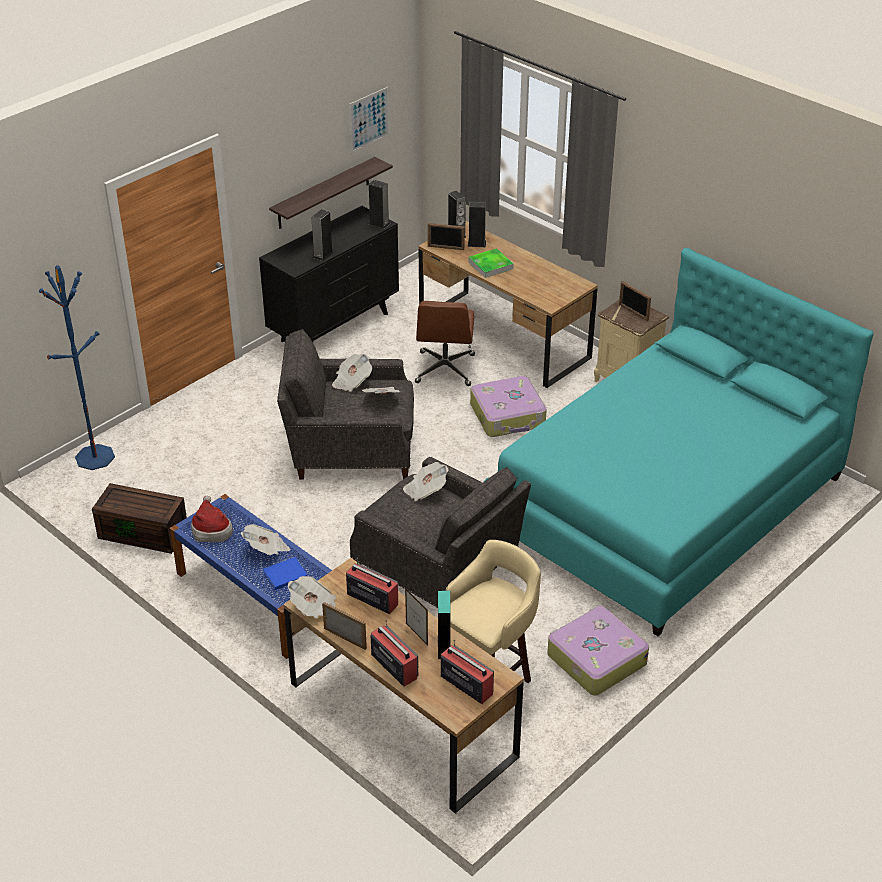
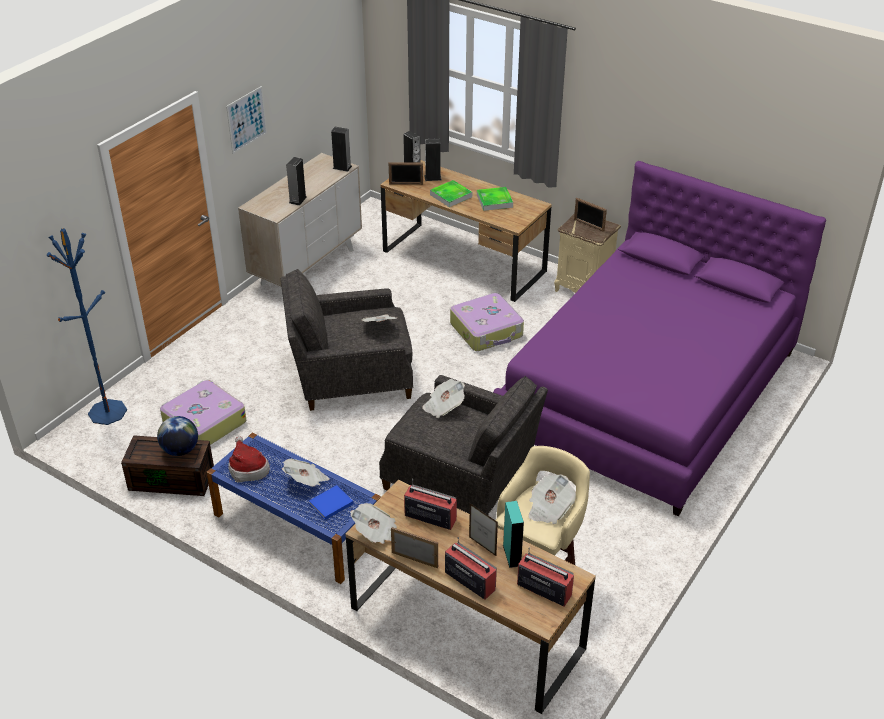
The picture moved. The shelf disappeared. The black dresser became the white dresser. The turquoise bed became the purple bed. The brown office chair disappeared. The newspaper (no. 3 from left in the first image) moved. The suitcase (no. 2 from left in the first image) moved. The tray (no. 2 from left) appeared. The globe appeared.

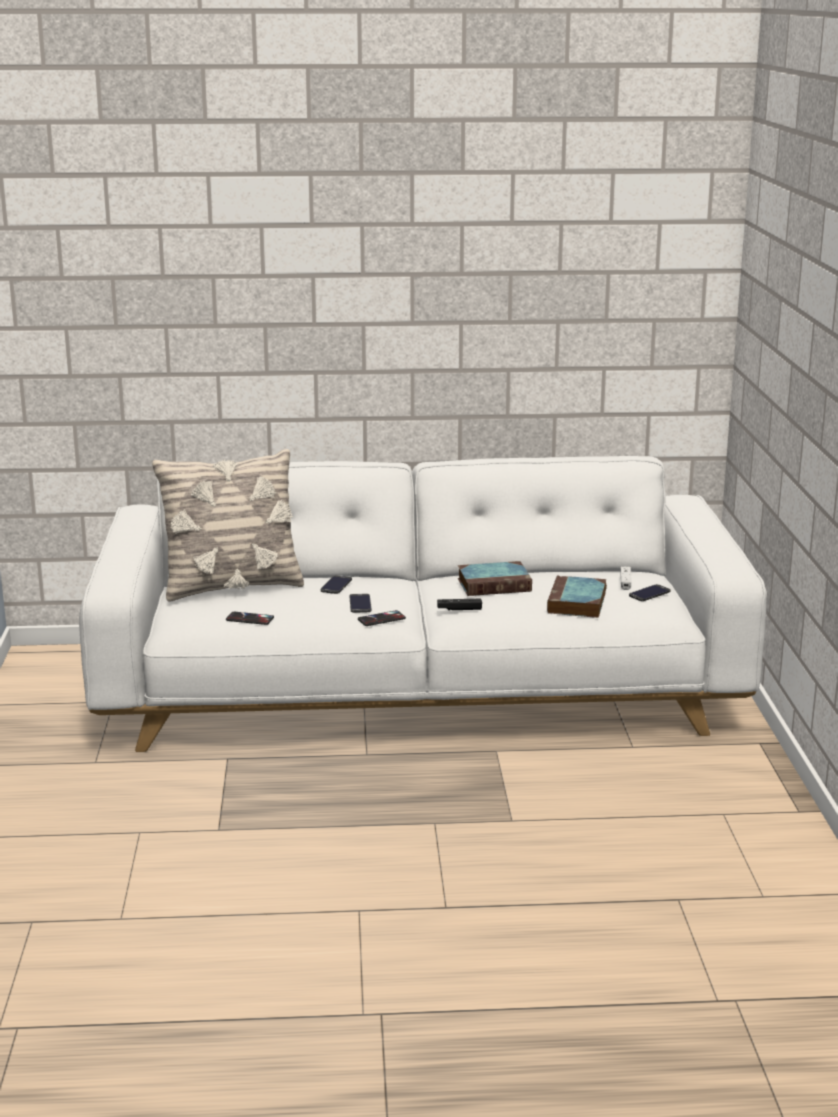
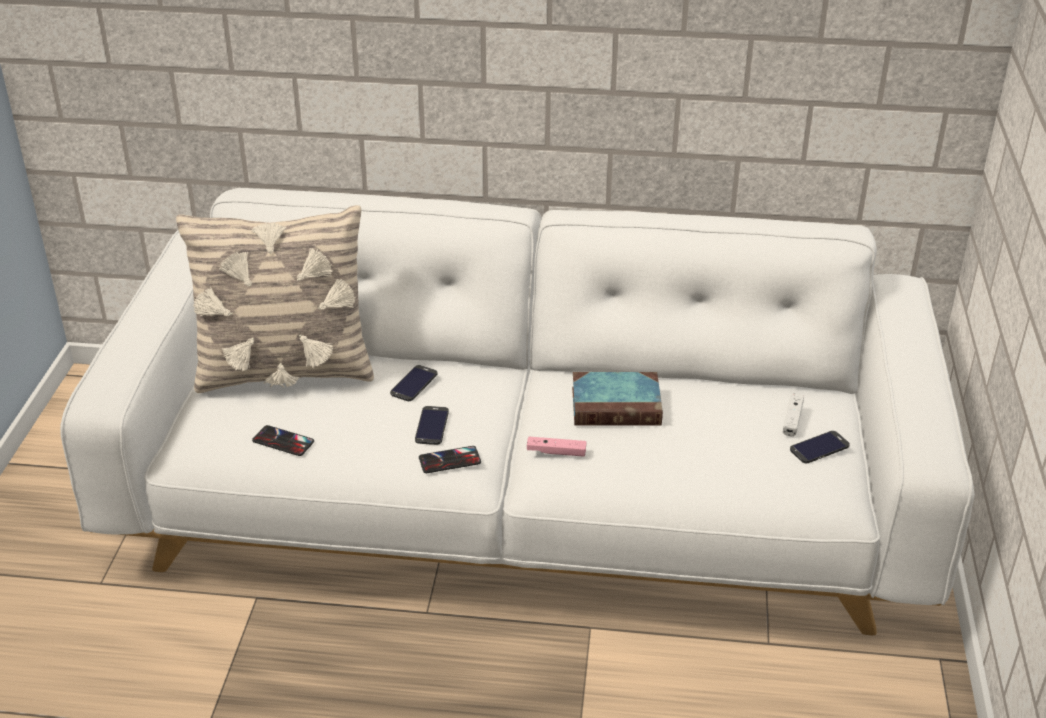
The book (no. 2 from left) disappeared. The black game controller became the pink game controller.

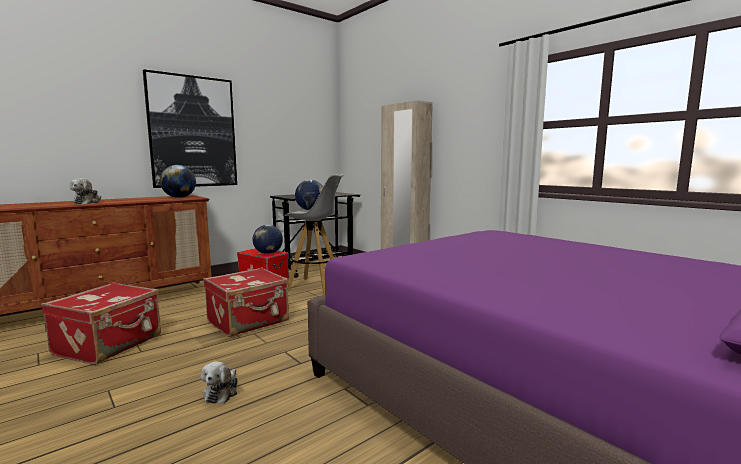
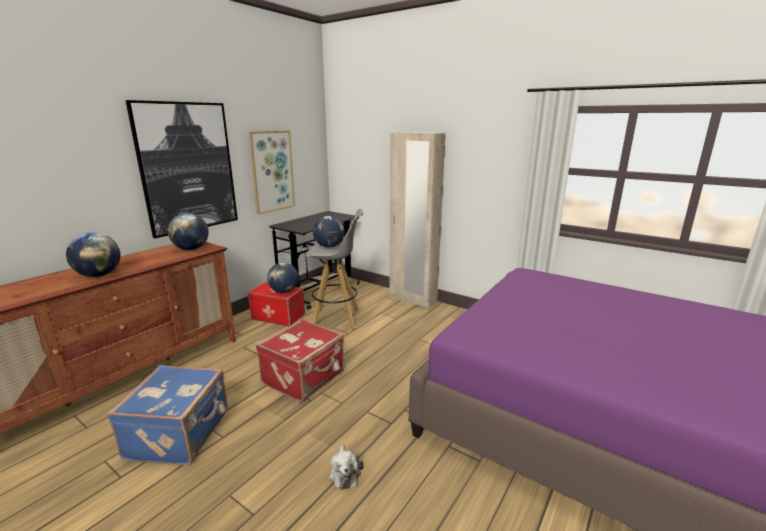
The plush toy (no. 1 from left) was replaced by the globe (no. 1 from left). The red suitcase (no. 1 from left) became the blue suitcase. The picture (no. 2 from left) appeared.

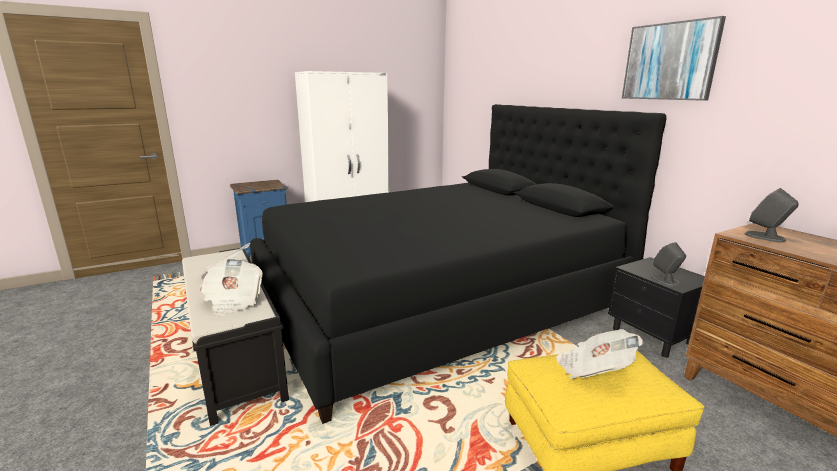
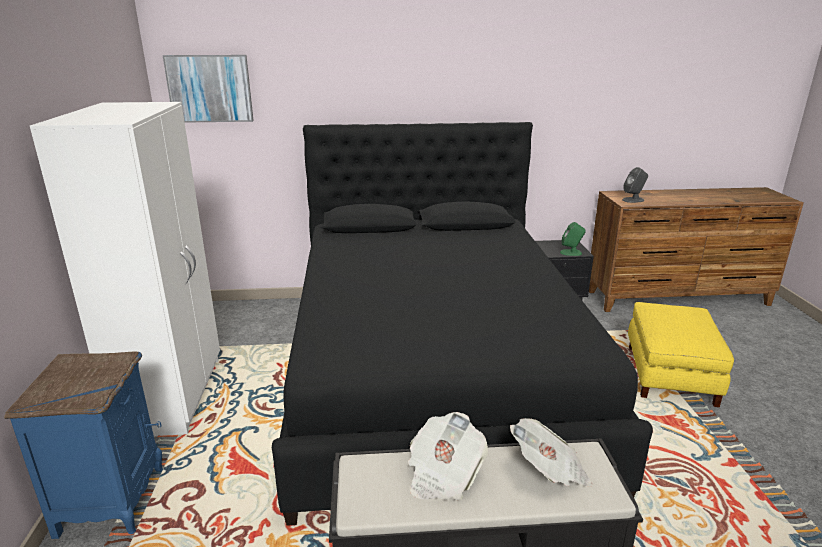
The picture moved. The grey speaker (no. 1 from left) became the green speaker. The newspaper (no. 3 from left) disappeared.

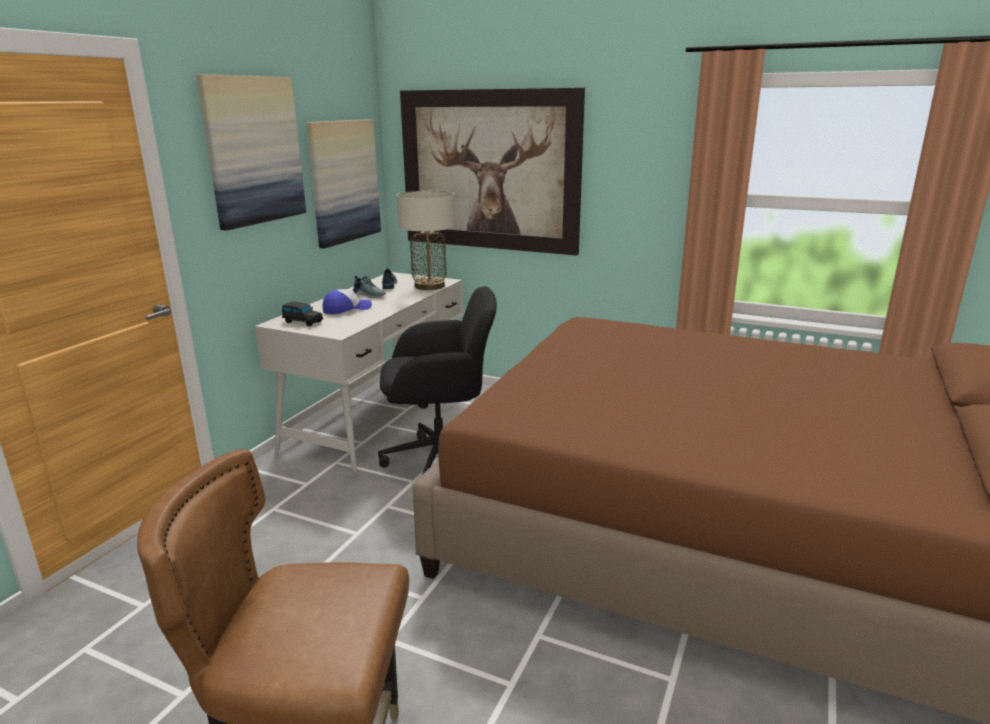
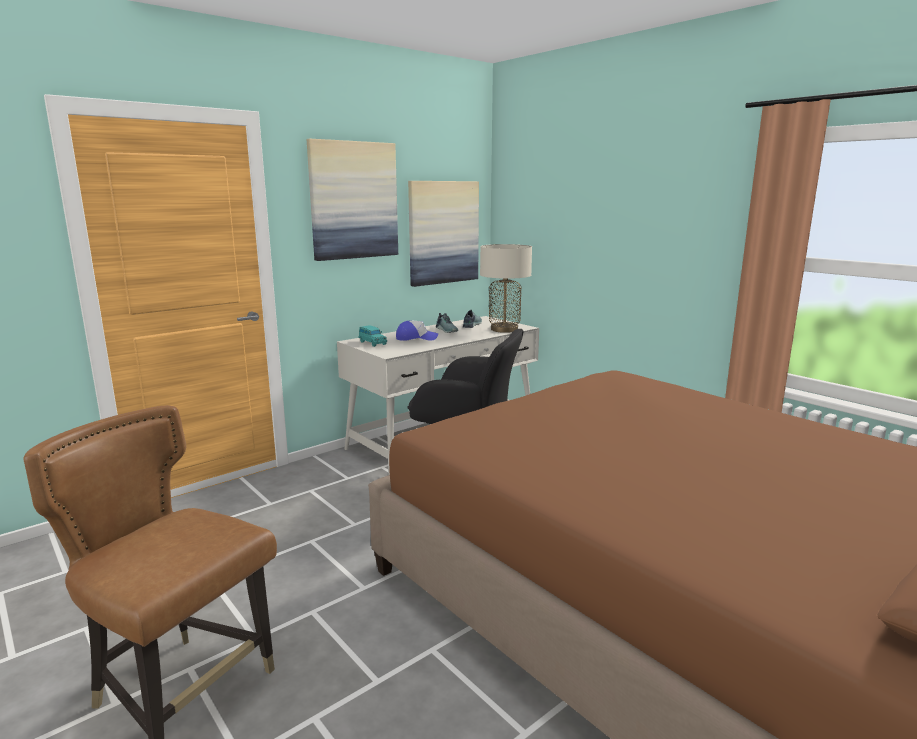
The picture (no. 3 from left) disappeared. The black toy car became the turquoise toy car.

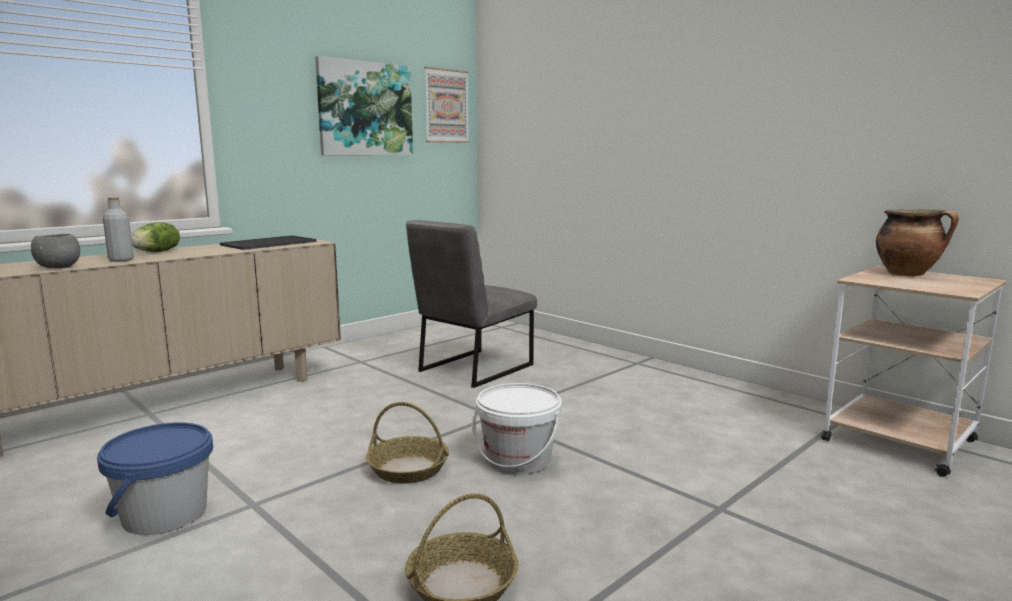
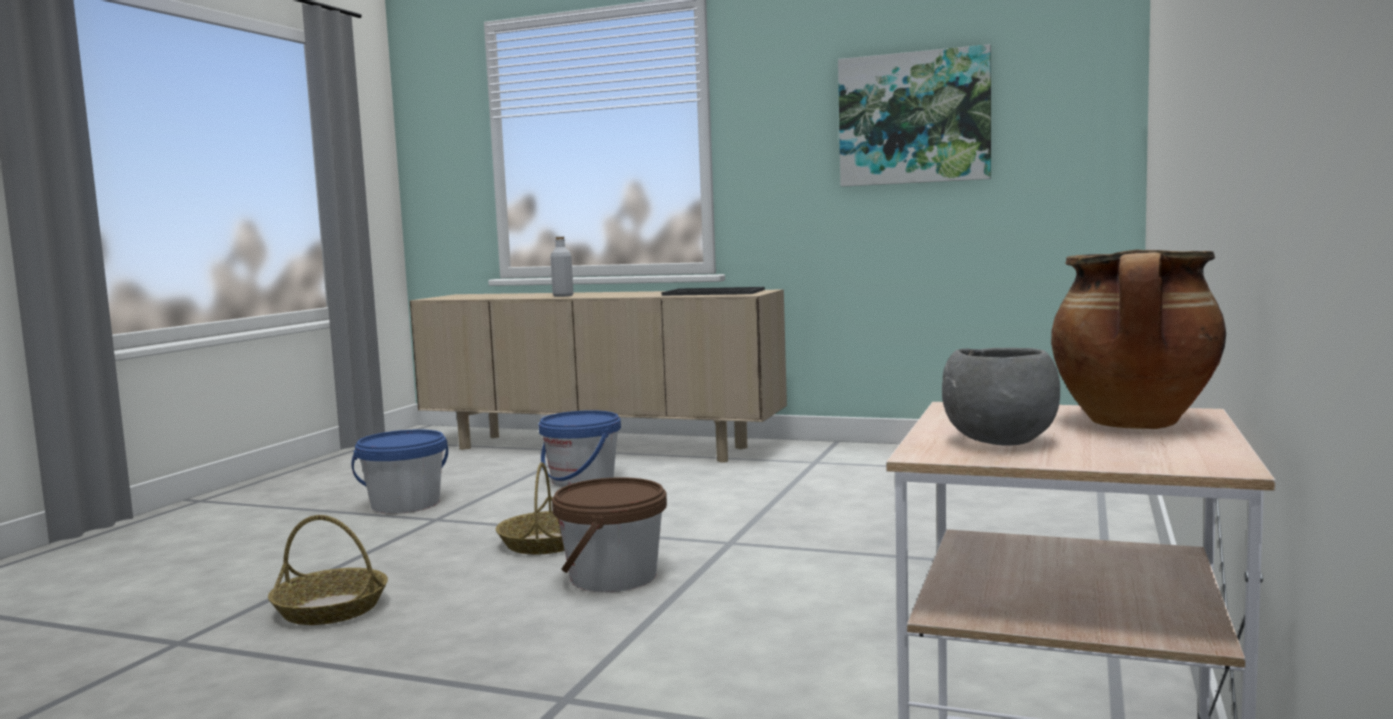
The picture (no. 2 from left) disappeared. The grey chair disappeared. The lettuce disappeared. The grey bowl moved. The white bucket became the brown bucket. The blue bucket (no. 2 from left) appeared.

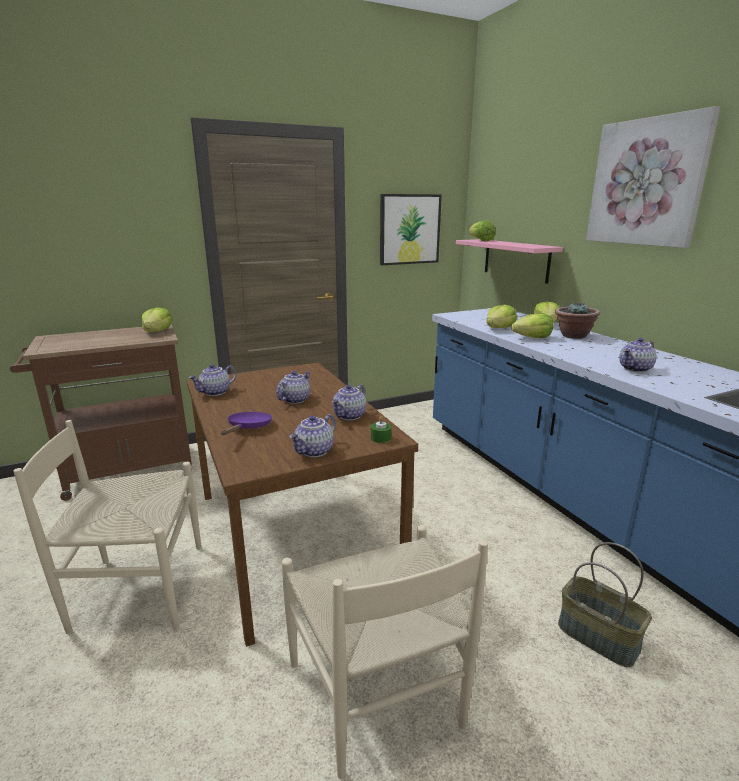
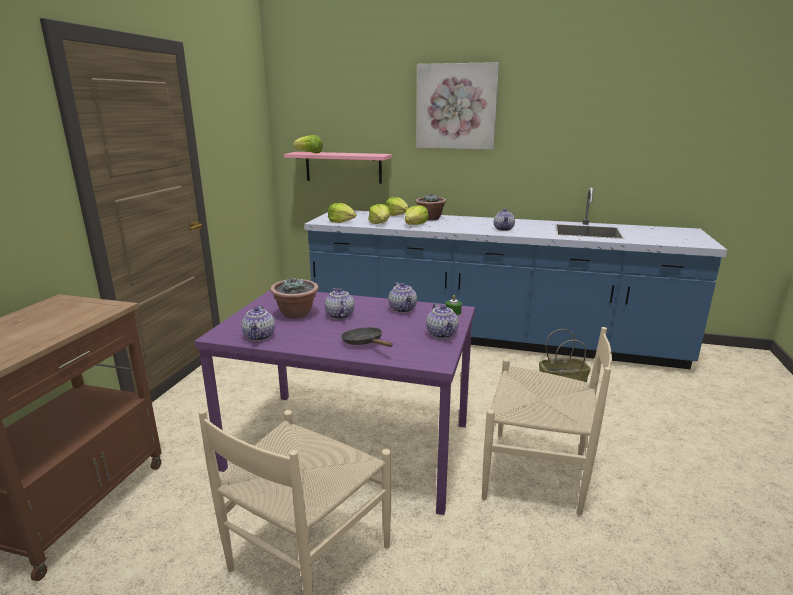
The picture (no. 1 from left) disappeared. The lettuce (no. 1 from left in the first image) moved. The brown dining table became the purple dining table. The purple frying pan became the black frying pan. The potted plant (no. 1 from left) appeared.

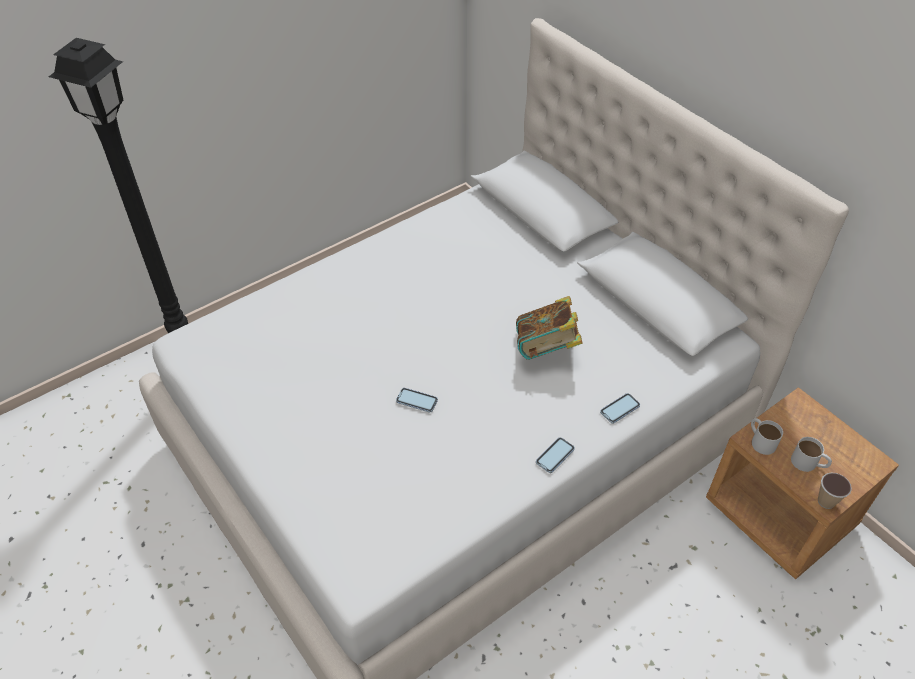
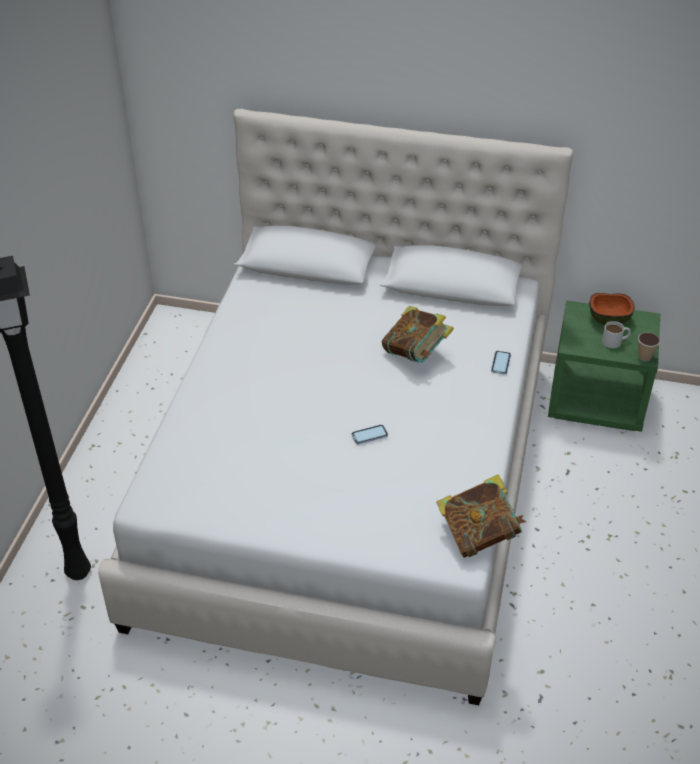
The brown nightstand became the green nightstand. The white mug (no. 1 from left) disappeared. The phone (no. 2 from left) disappeared. The bowl appeared. The book (no. 2 from left) appeared.

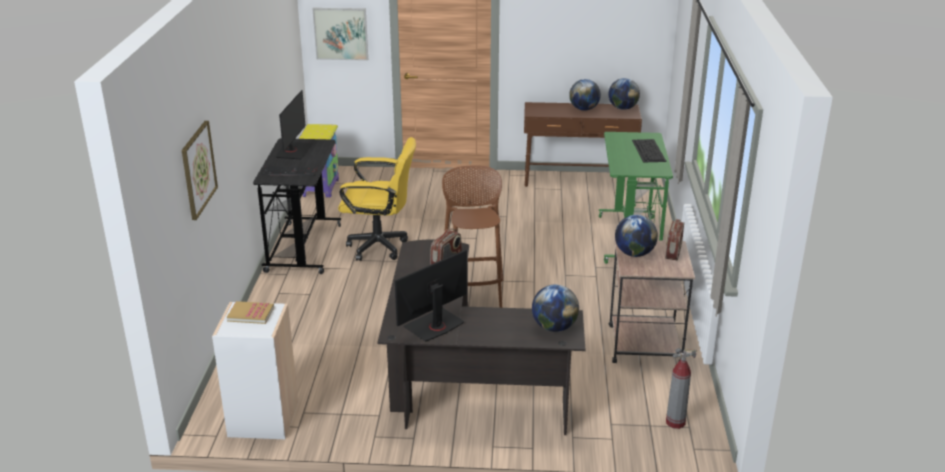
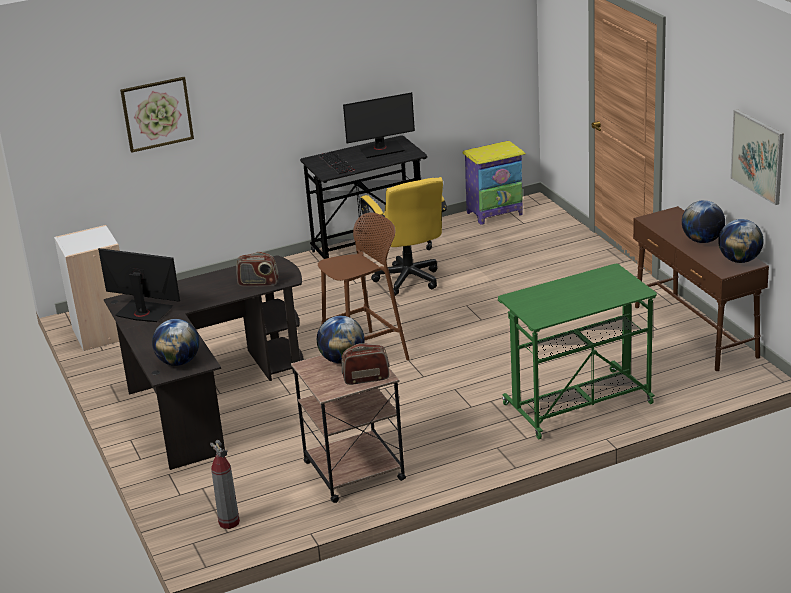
The picture (no. 2 from left) moved. The keyboard (no. 2 from left) disappeared. The book disappeared.

